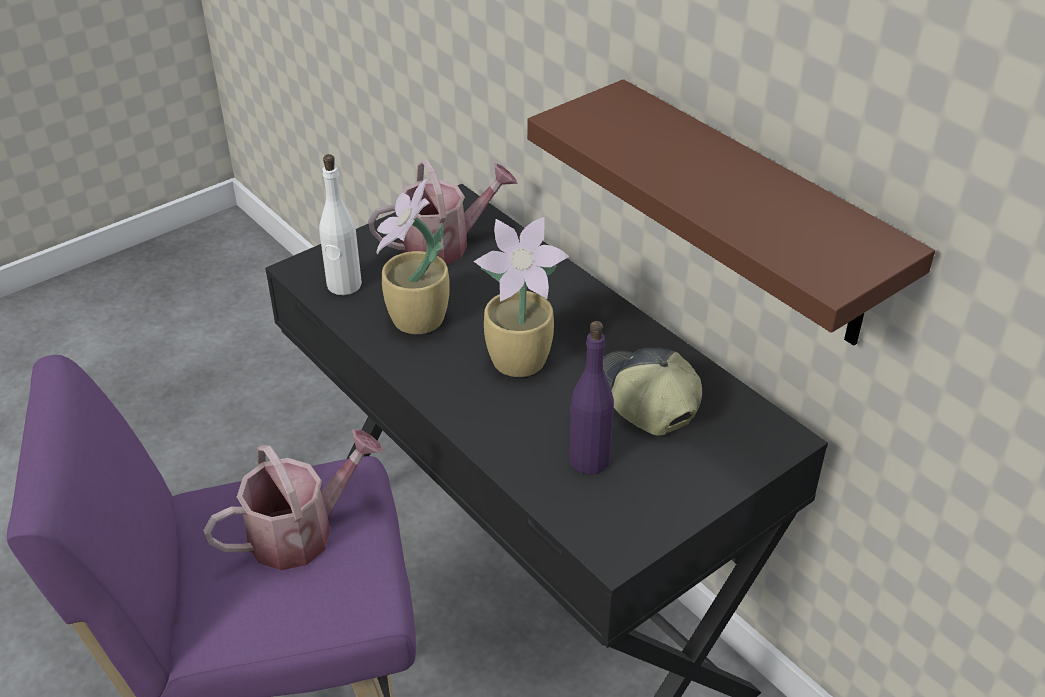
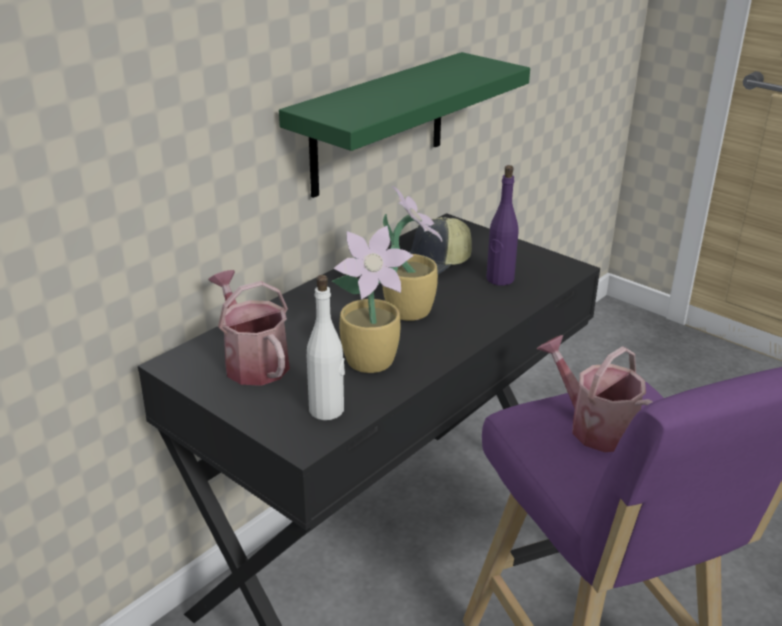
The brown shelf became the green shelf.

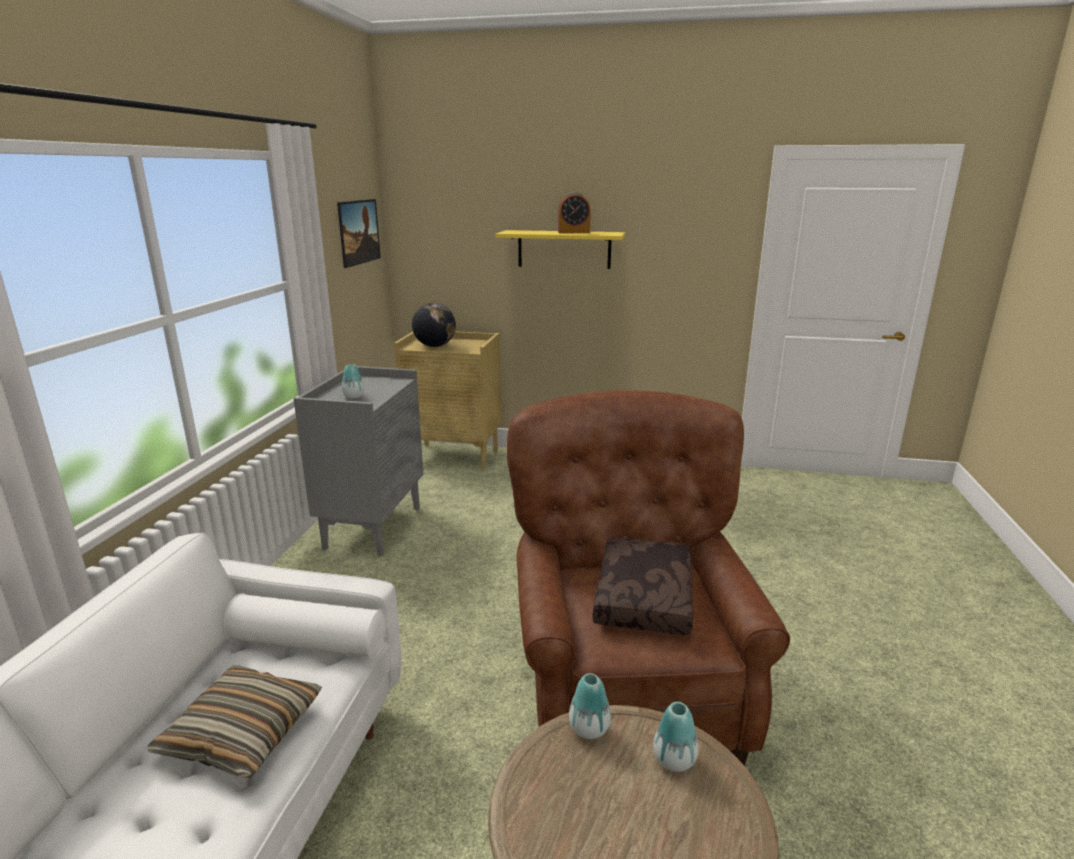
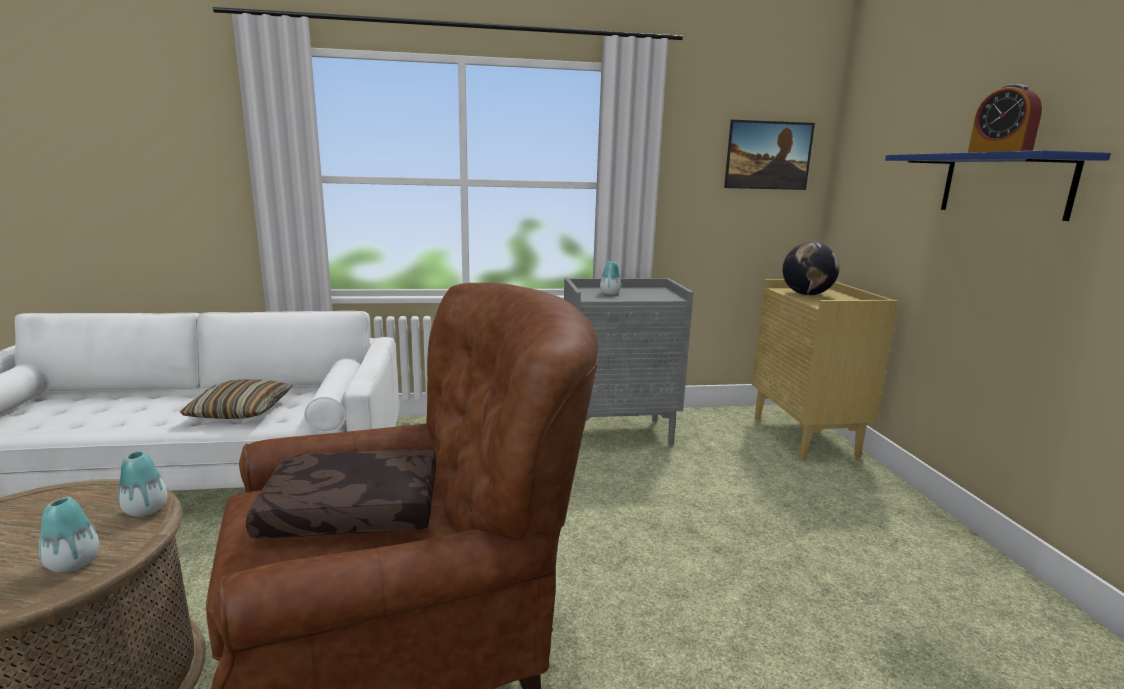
The yellow shelf became the blue shelf.

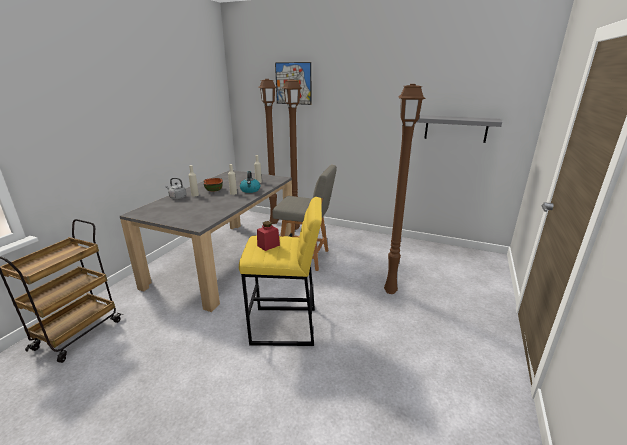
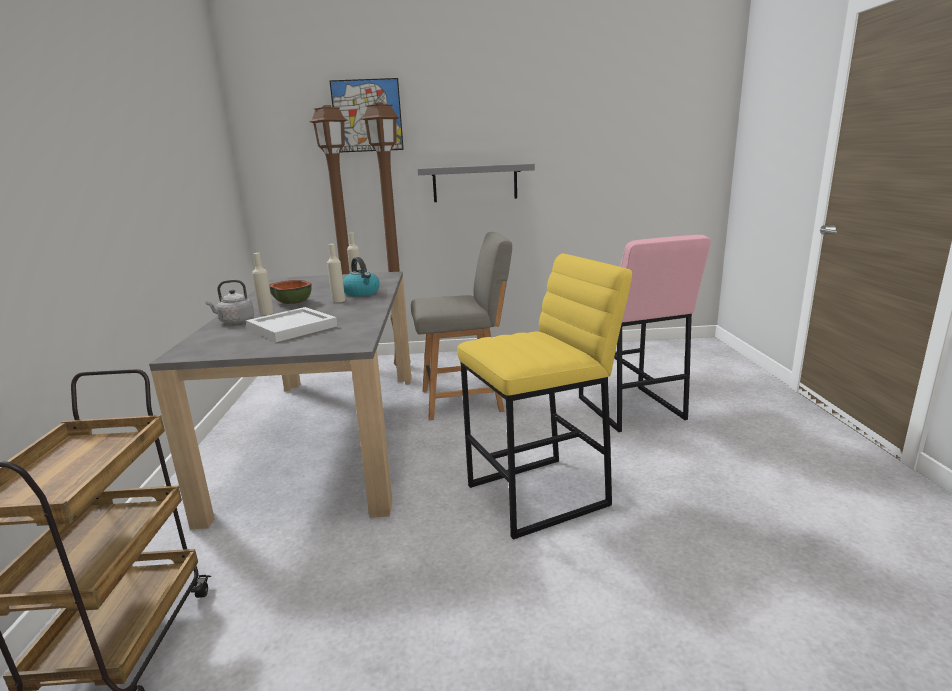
The brown floor lamp (no. 3 from left) was replaced by the pink stool. The grey shelf moved. The red jar disappeared. The white tray appeared.

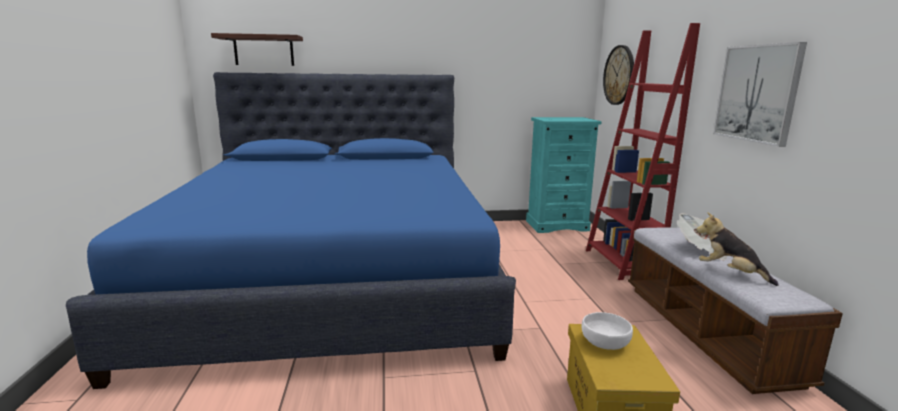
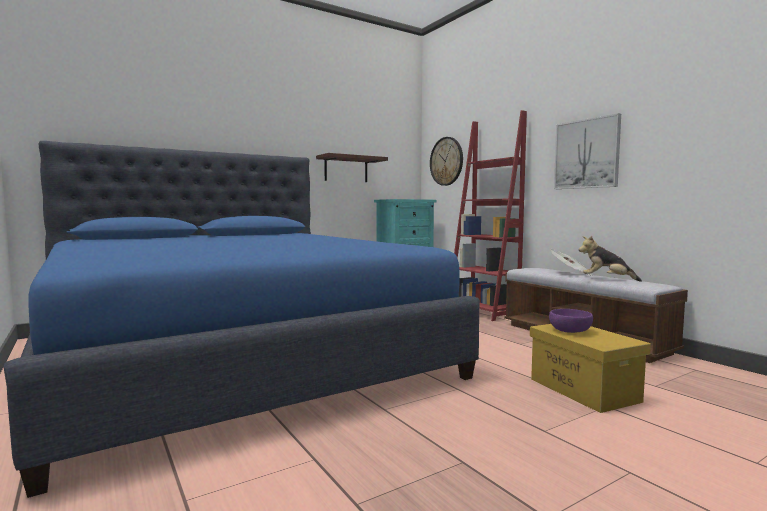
The shelf moved. The white bowl became the purple bowl.

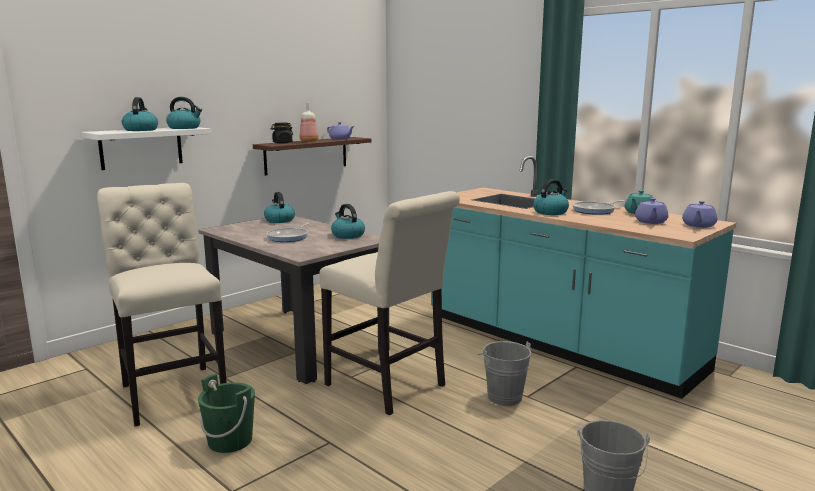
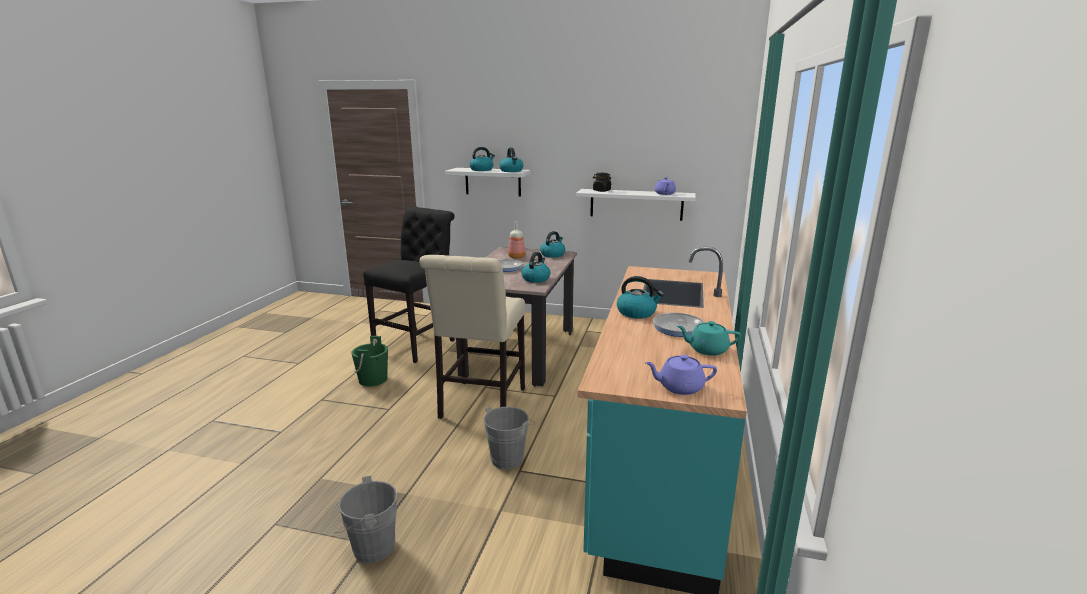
The bottle moved. The brown shelf became the white shelf (no. 2 from left). The beige stool (no. 1 from left) became the black stool. The purple teapot (no. 2 from left) disappeared.

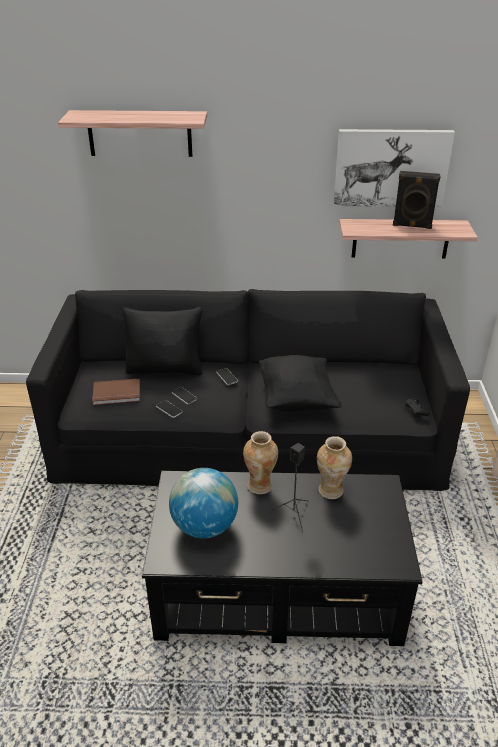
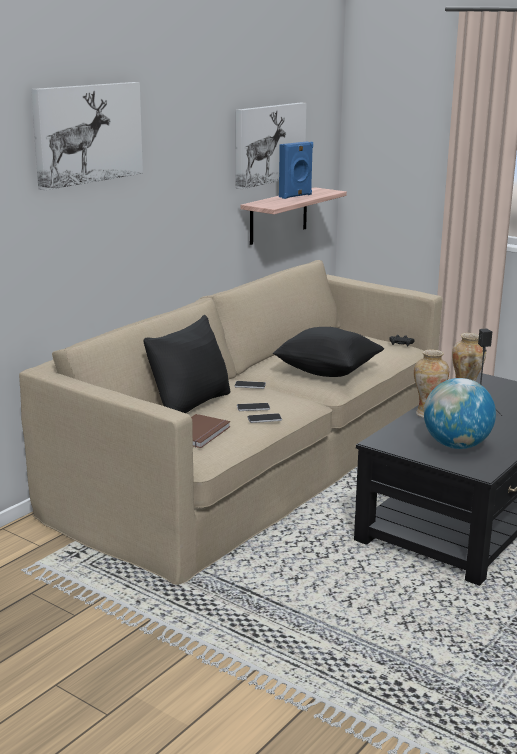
The shelf (no. 1 from left) was replaced by the picture (no. 1 from left). The black speaker (no. 2 from left) became the blue speaker. The black sofa became the beige sofa.

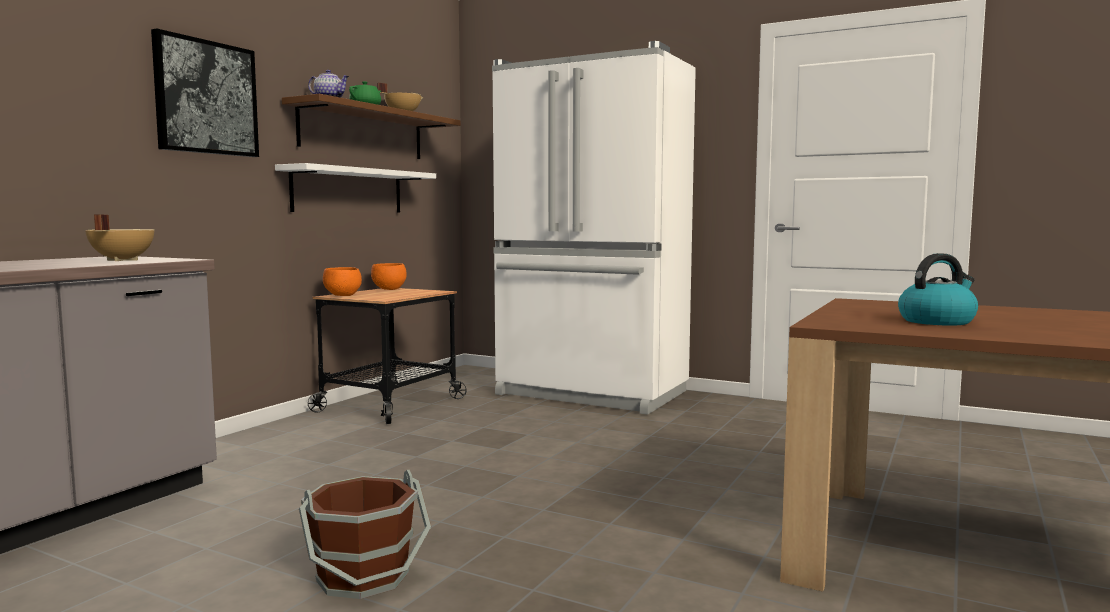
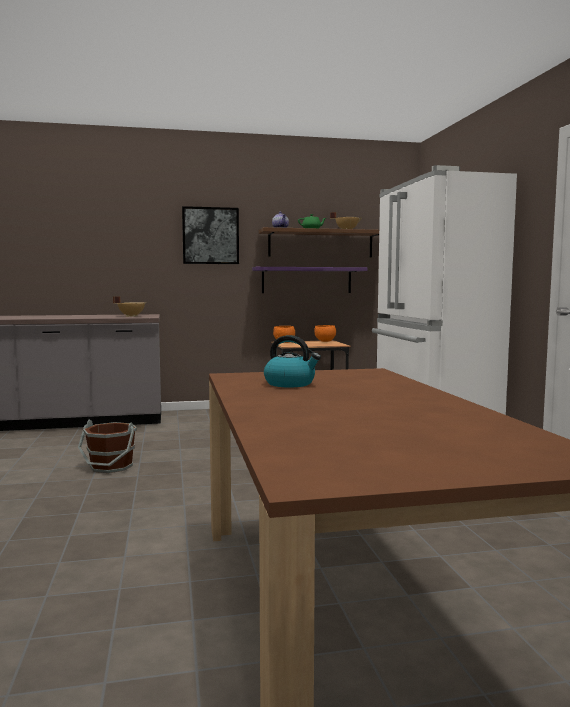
The white shelf became the purple shelf.

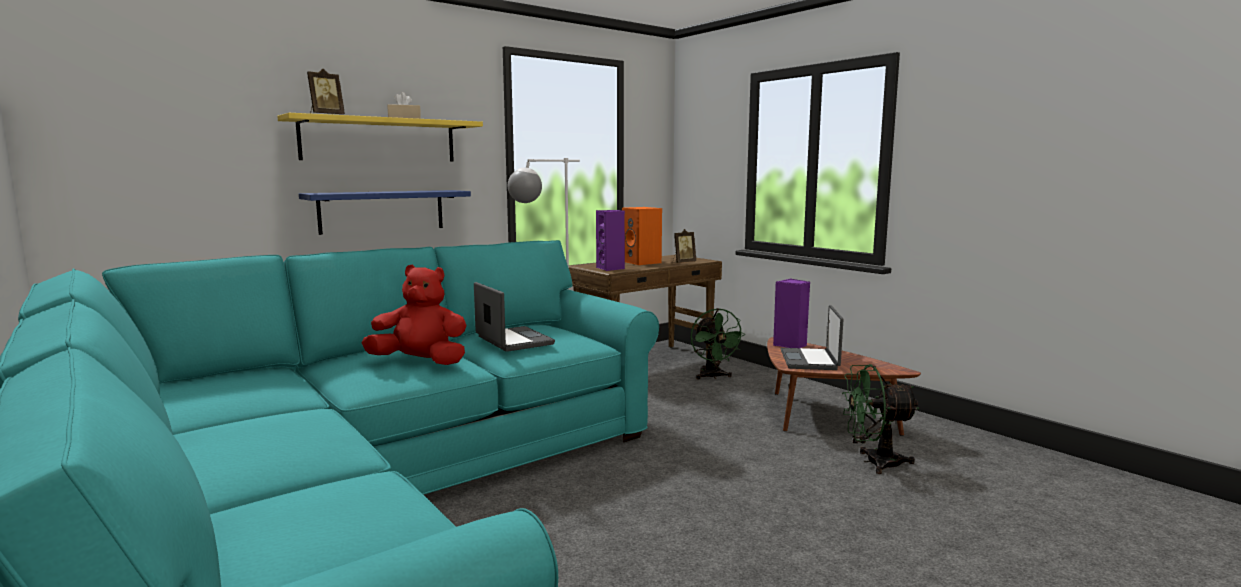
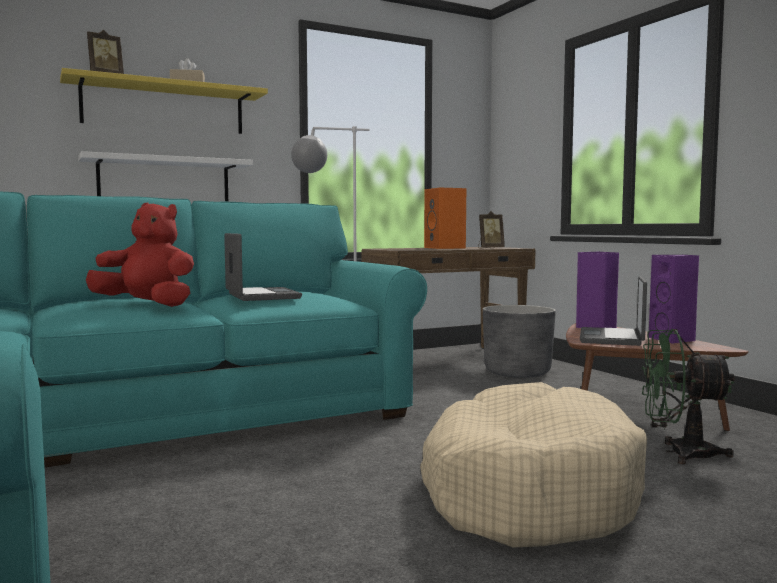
The blue shelf became the white shelf. The purple speaker (no. 1 from left in the first image) moved. The green fan (no. 1 from left) was replaced by the grey planter. The beige dog bed appeared.

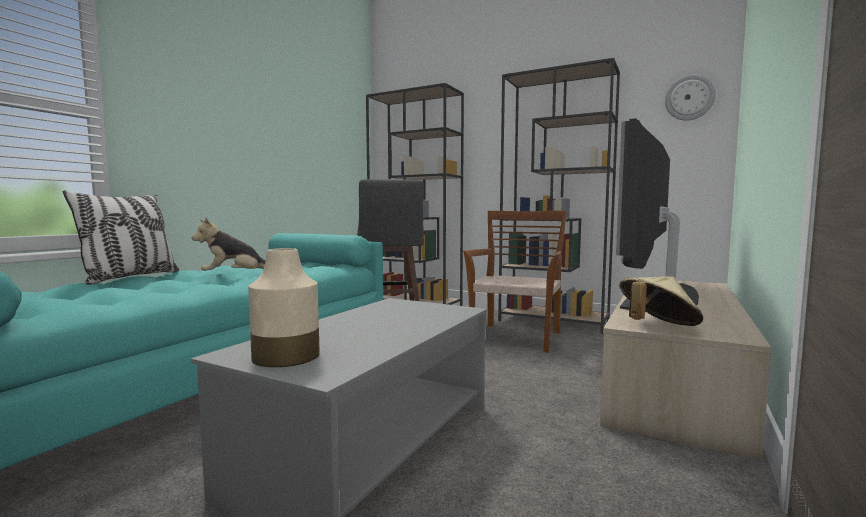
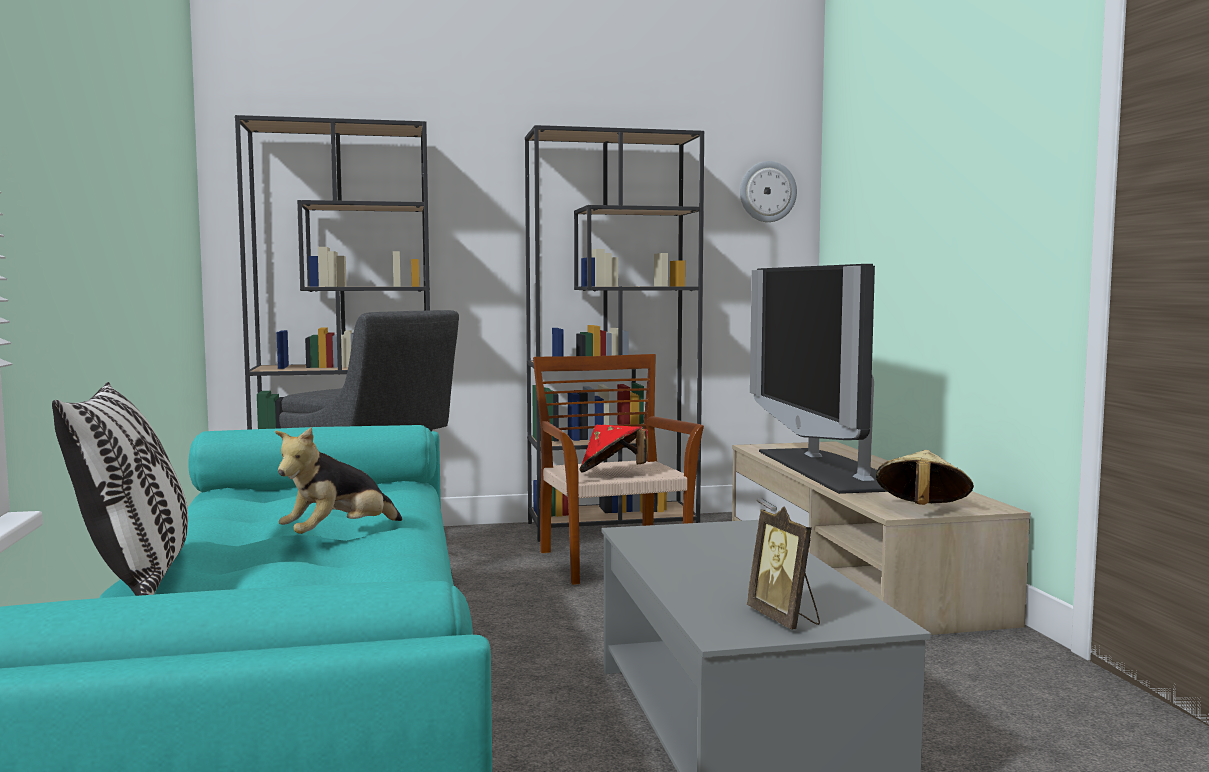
The beige vase was replaced by the picture frame. The red hat appeared.

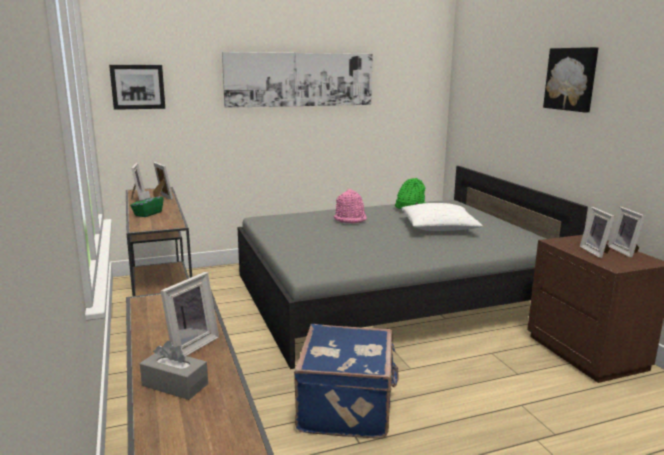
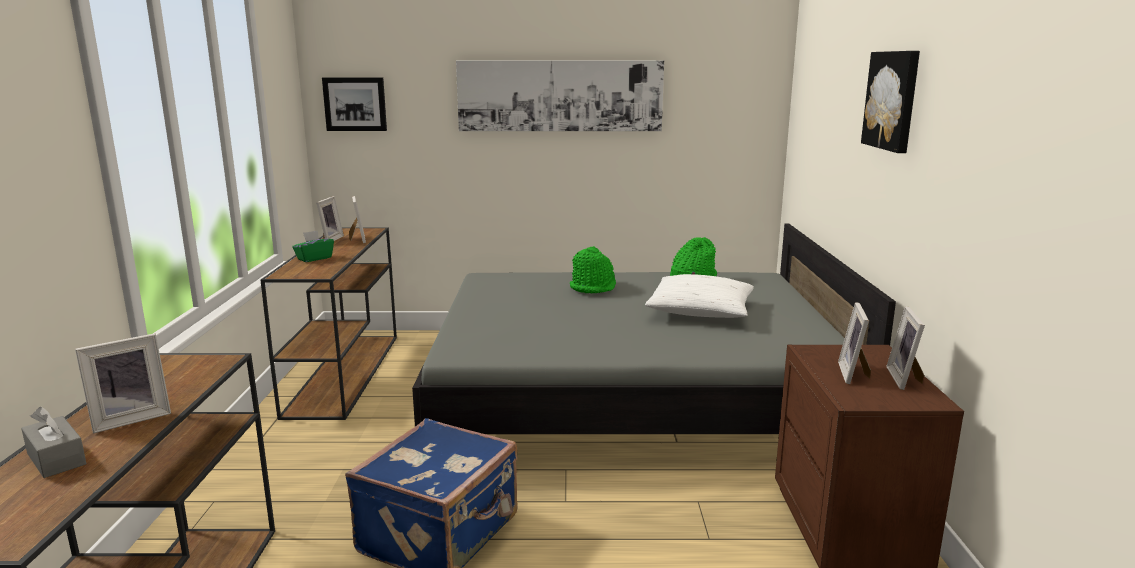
The pink hat became the green hat (no. 1 from left).

